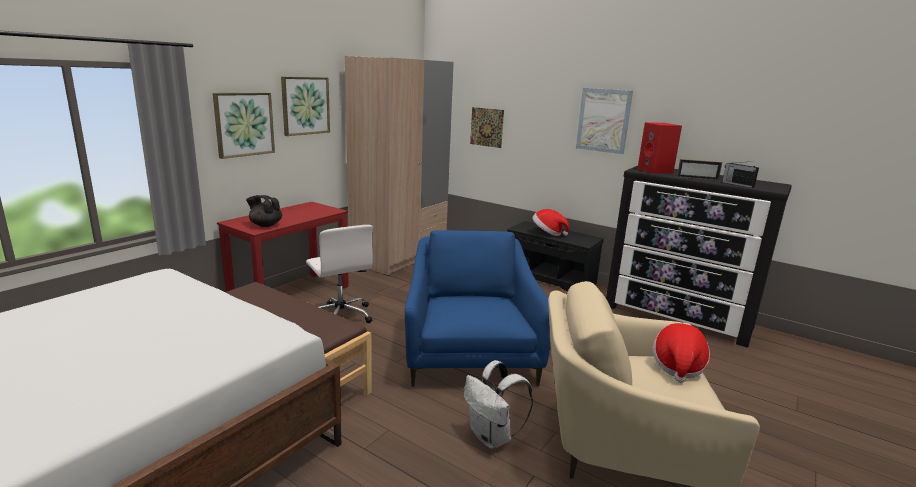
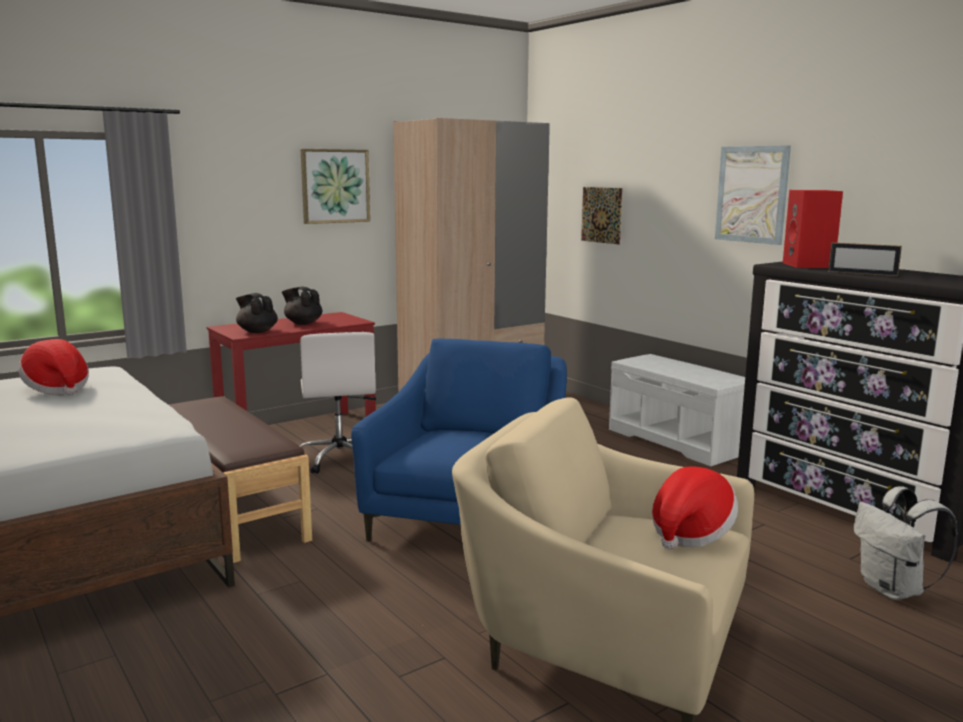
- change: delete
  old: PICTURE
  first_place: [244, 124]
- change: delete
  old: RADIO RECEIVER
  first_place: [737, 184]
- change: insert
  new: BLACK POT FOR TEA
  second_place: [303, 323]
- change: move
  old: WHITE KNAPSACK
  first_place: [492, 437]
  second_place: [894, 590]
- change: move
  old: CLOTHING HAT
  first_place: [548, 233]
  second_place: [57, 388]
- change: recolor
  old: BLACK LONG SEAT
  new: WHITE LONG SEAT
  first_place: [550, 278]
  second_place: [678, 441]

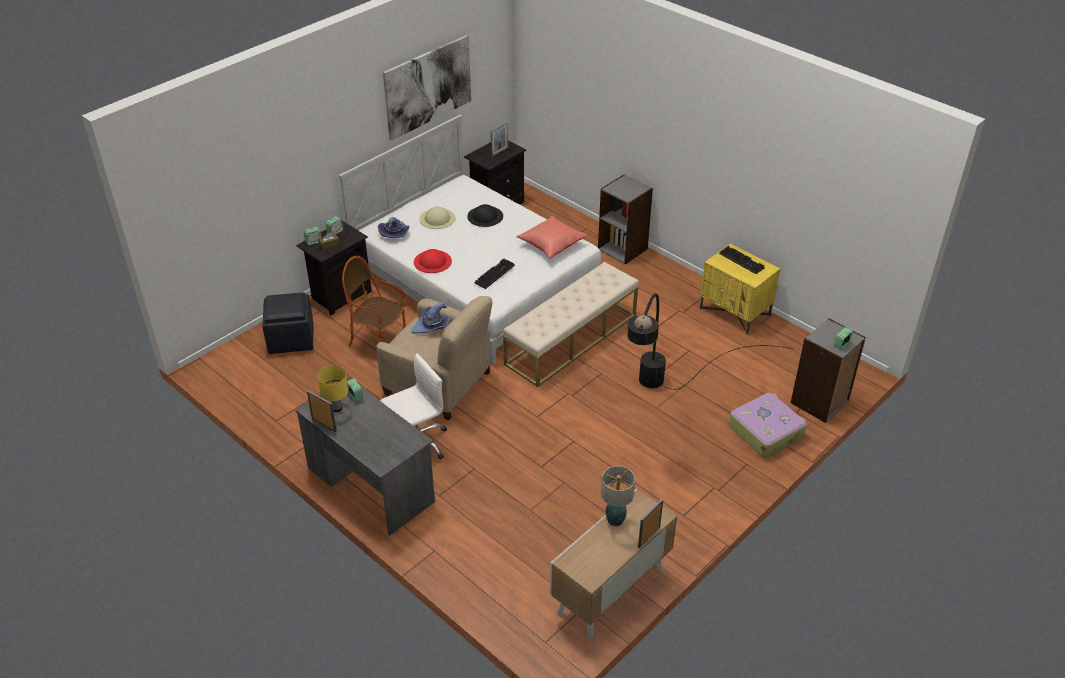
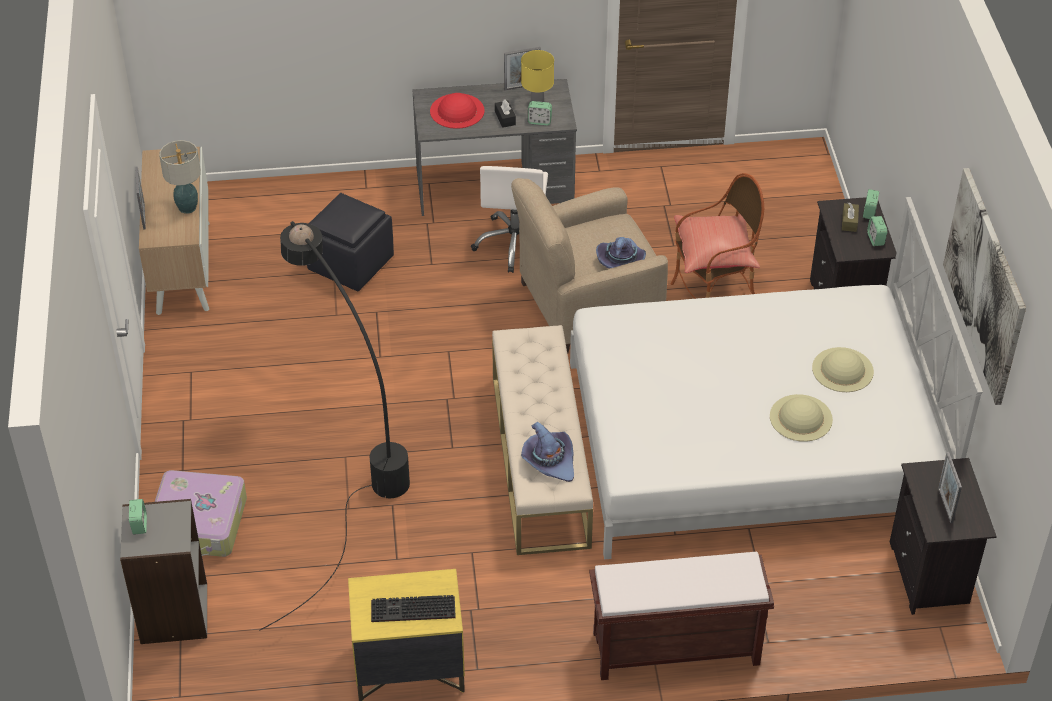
- change: delete
  old: KEYBOARD
  first_place: [494, 274]
- change: insert
  new: BLACK TISSUE BOX
  second_place: [505, 118]
- change: move
  old: BLACK FOOTREST
  first_place: [291, 339]
  second_place: [350, 263]
- change: move
  old: PURPLE CLOTHING HAT
  first_place: [395, 233]
  second_place: [549, 461]
- change: move
  old: RED-COLOURED CLOTHING HAT
  first_place: [432, 261]
  second_place: [457, 111]
- change: move
  old: RED-COLOURED THROW PILLOW
  first_place: [551, 245]
  second_place: [715, 254]
- change: replace
  old: GREYISH SHELVING UNIT
  new: BROWNISH LONG SEAT
  first_place: [623, 249]
  second_place: [674, 649]
- change: recolor
  old: BLACK CLOTHING HAT
  new: BEIGE CLOTHING HAT
  first_place: [485, 216]
  second_place: [800, 417]

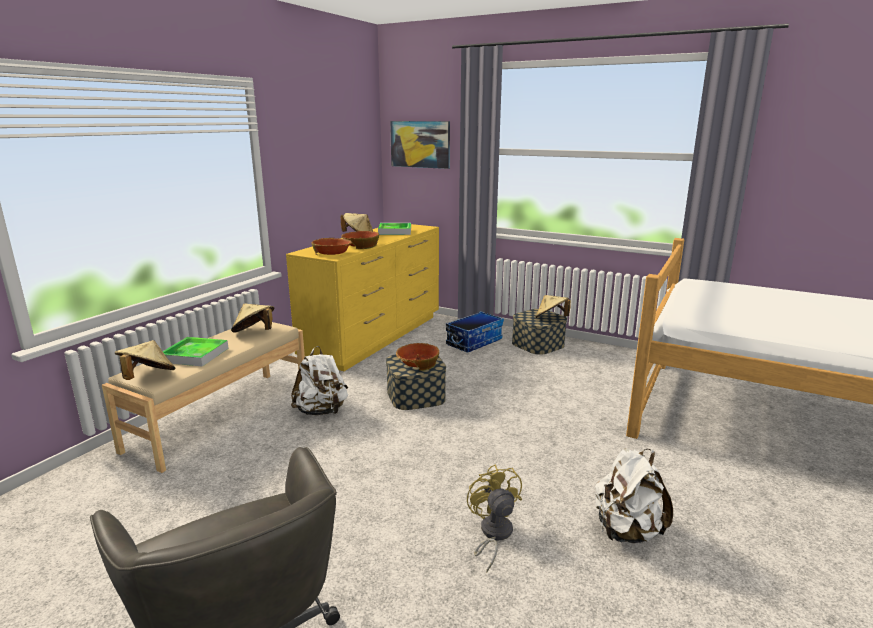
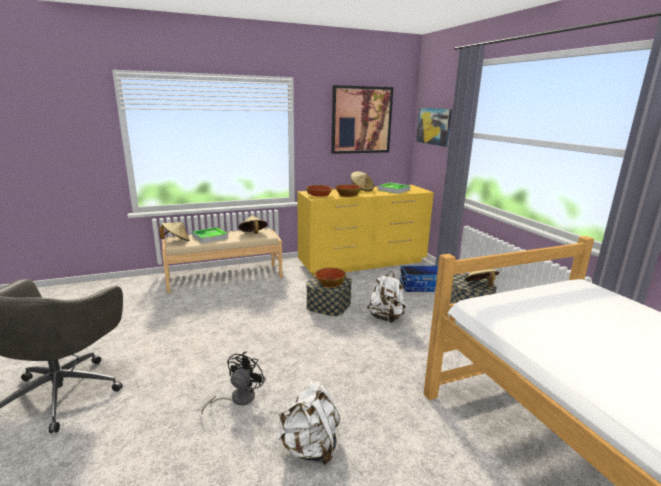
- change: insert
  new: PICTURE
  second_place: [361, 120]
- change: move
  old: WHITE KNAPSACK
  first_place: [322, 411]
  second_place: [386, 318]
- change: recolor
  old: YELLOW-COLOURED FAN
  new: BLACK FAN
  first_place: [493, 534]
  second_place: [237, 399]

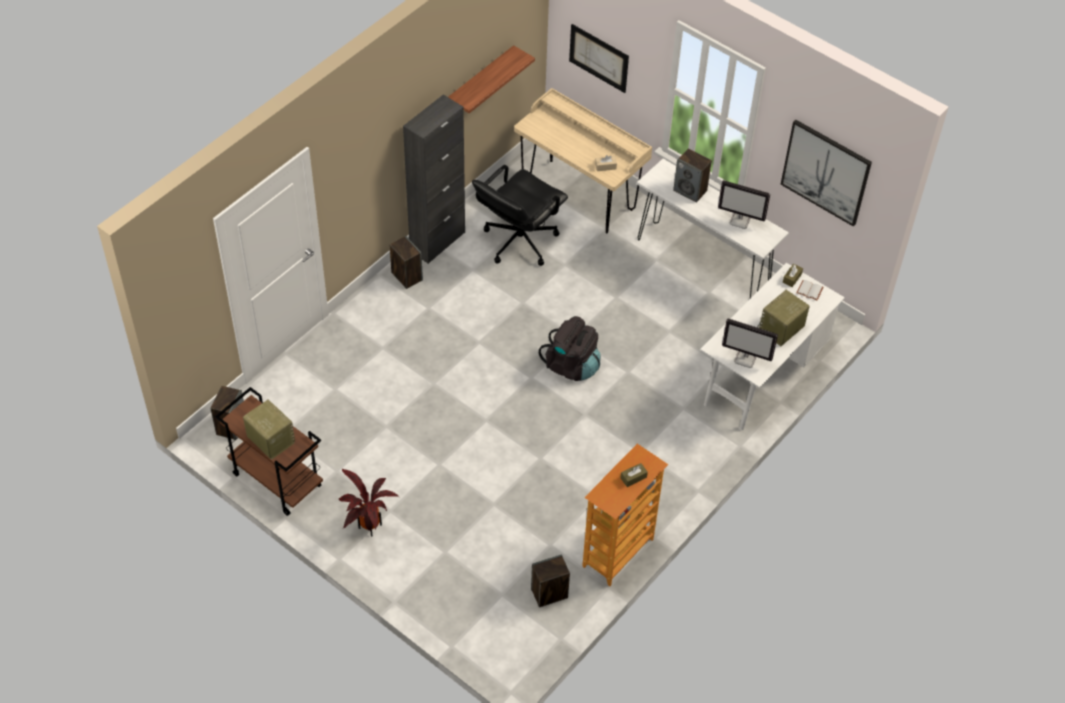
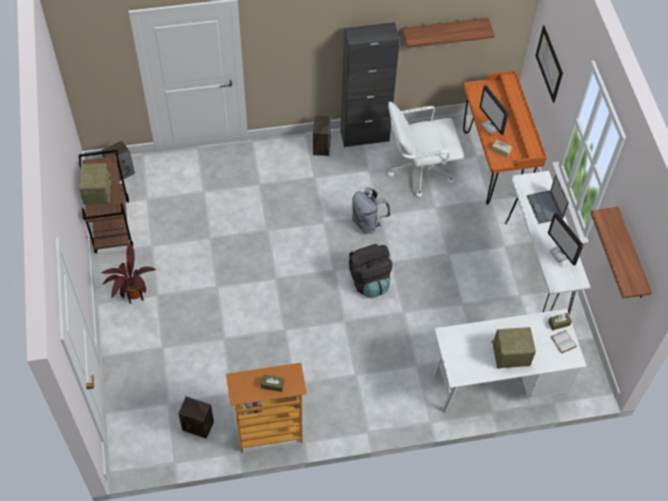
- change: insert
  new: GREYISH KNAPSACK
  second_place: [367, 223]
- change: move
  old: COMPUTER SCREEN
  first_place: [746, 358]
  second_place: [491, 126]
- change: replace
  old: SPEAKER
  new: NOTEBOOK COMPUTER
  first_place: [690, 190]
  second_place: [545, 207]
- change: replace
  old: PICTURE
  new: WALL SHELF
  first_place: [826, 172]
  second_place: [631, 255]
- change: recolor
  old: BLACK OFFICE CHAIR
  new: WHITE OFFICE CHAIR
  first_place: [519, 241]
  second_place: [419, 170]
- change: recolor
  old: BEIGE DESK TABLE
  new: ORANGEY DESK TABLE
  first_place: [578, 196]
  second_place: [493, 165]

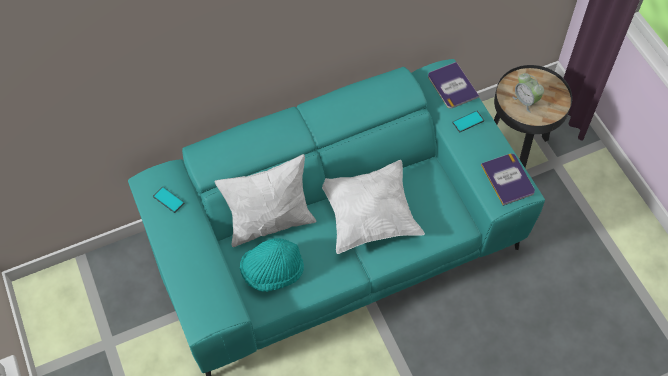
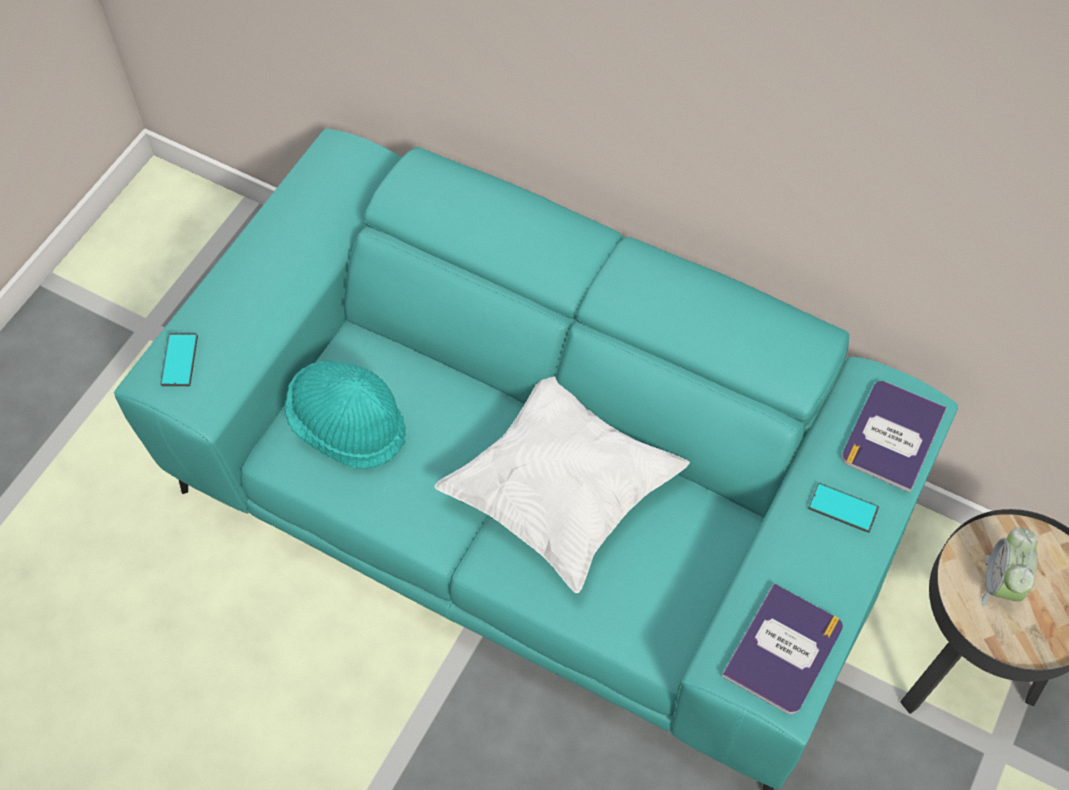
- change: delete
  old: WHITE THROW PILLOW
  first_place: [271, 222]
- change: move
  old: PHONE
  first_place: [168, 200]
  second_place: [179, 360]

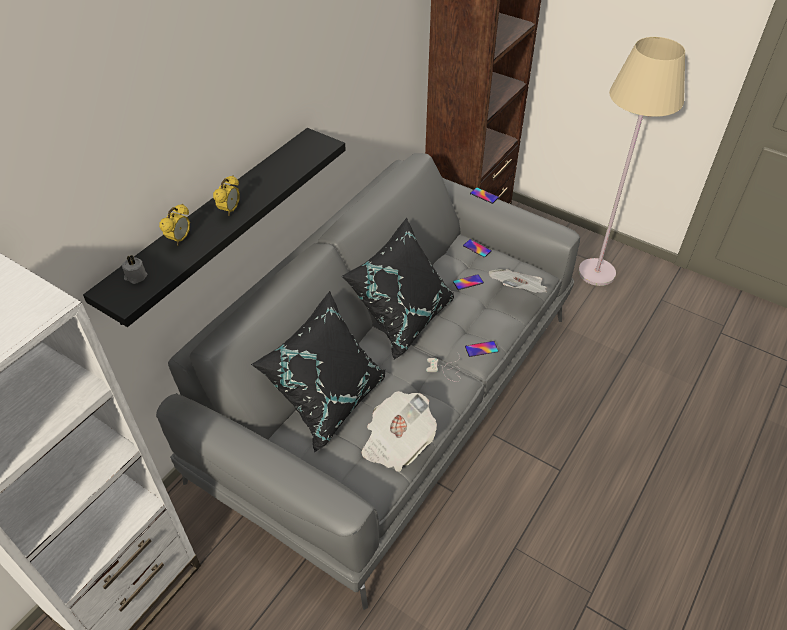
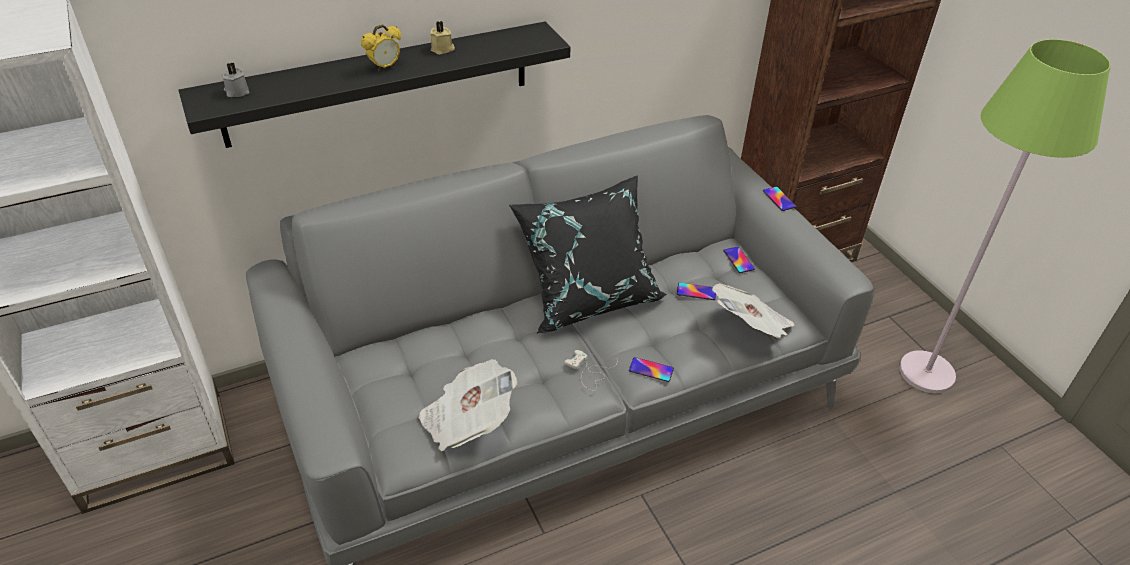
- change: delete
  old: TABLE CLOCK
  first_place: [180, 239]
- change: delete
  old: BLACK THROW PILLOW
  first_place: [328, 398]
- change: insert
  new: BEIGE WAX LIGHT
  second_place: [443, 49]
- change: recolor
  old: BEIGE FLOOR LAMP
  new: GREEN FLOOR LAMP
  first_place: [596, 272]
  second_place: [926, 372]

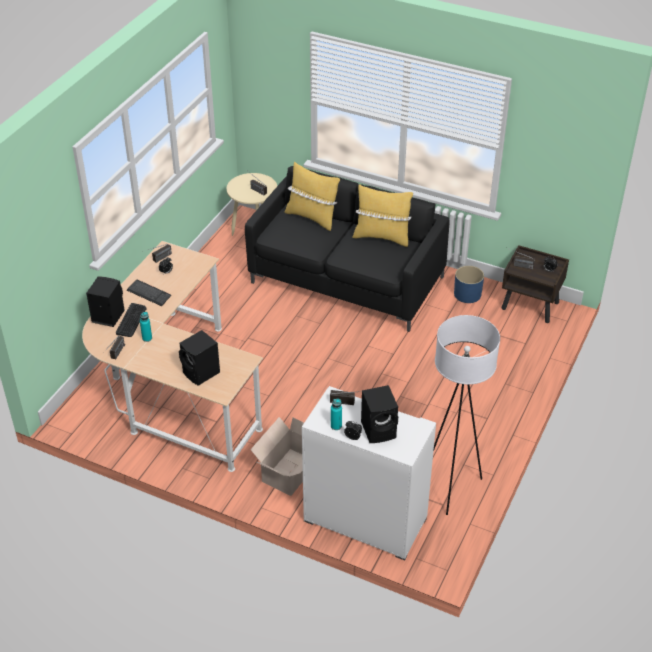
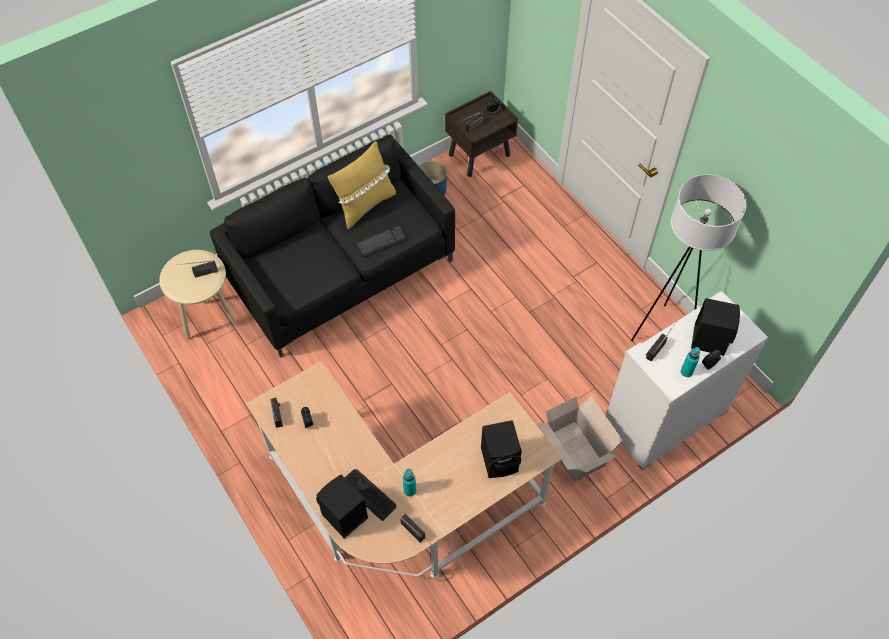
- change: delete
  old: YELLOW-COLOURED THROW PILLOW
  first_place: [312, 217]
- change: move
  old: KEYBOARD
  first_place: [149, 293]
  second_place: [381, 241]

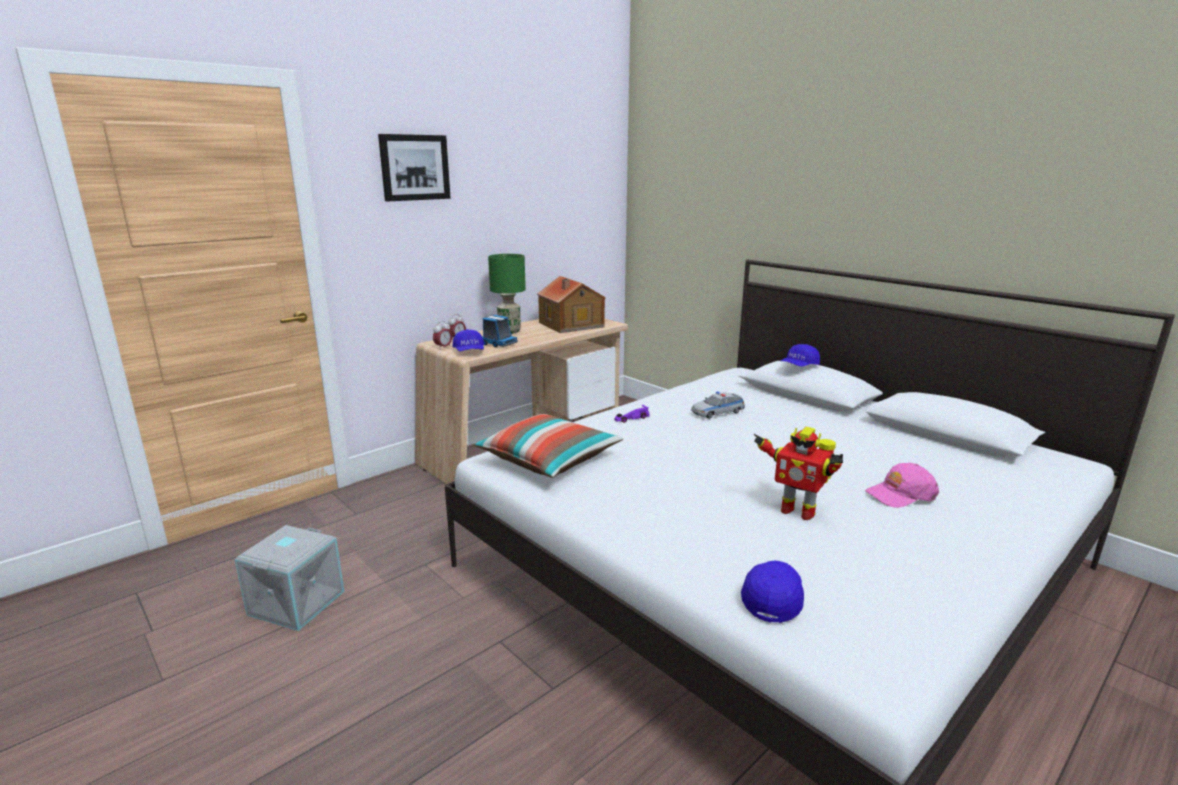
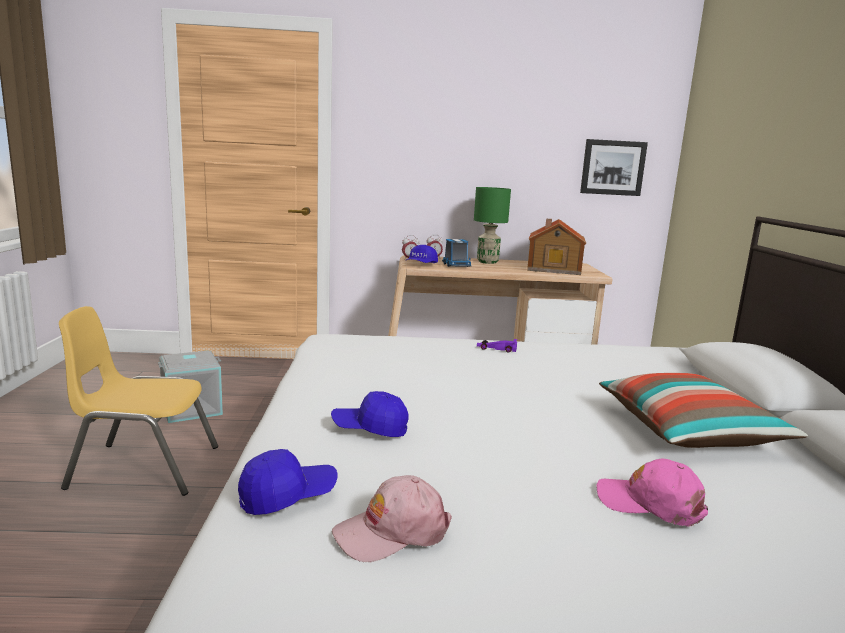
- change: delete
  old: TOY CAR
  first_place: [717, 412]
- change: delete
  old: MODEL ROBOT
  first_place: [797, 510]
- change: insert
  new: YELLOW-COLOURED UPRIGHT CHAIR
  second_place: [144, 467]
- change: insert
  new: PINKISH BASEBALL CAP
  second_place: [392, 531]
- change: move
  old: PICTURE
  first_place: [414, 167]
  second_place: [612, 167]
- change: move
  old: THROW PILLOW
  first_place: [548, 460]
  second_place: [688, 431]
- change: move
  old: BLUE BASEBALL CAP
  first_place: [799, 366]
  second_place: [370, 429]

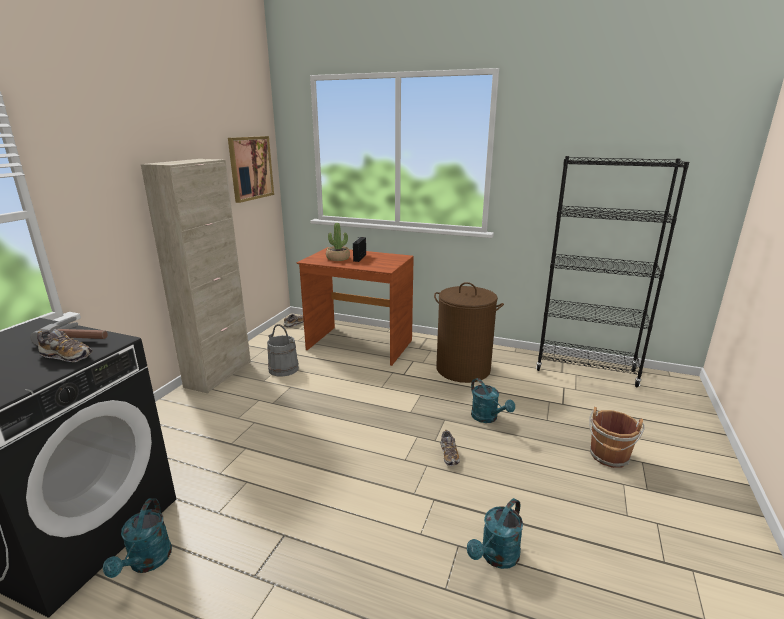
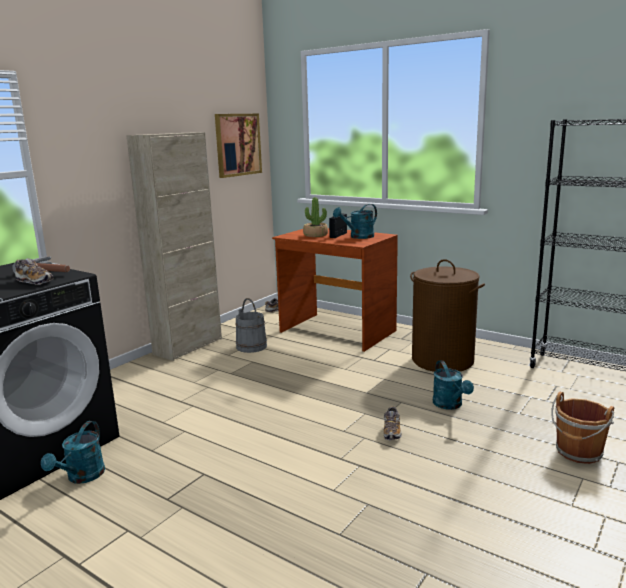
- change: move
  old: BLUE-GREEN WATERING CAN
  first_place: [496, 557]
  second_place: [358, 237]

